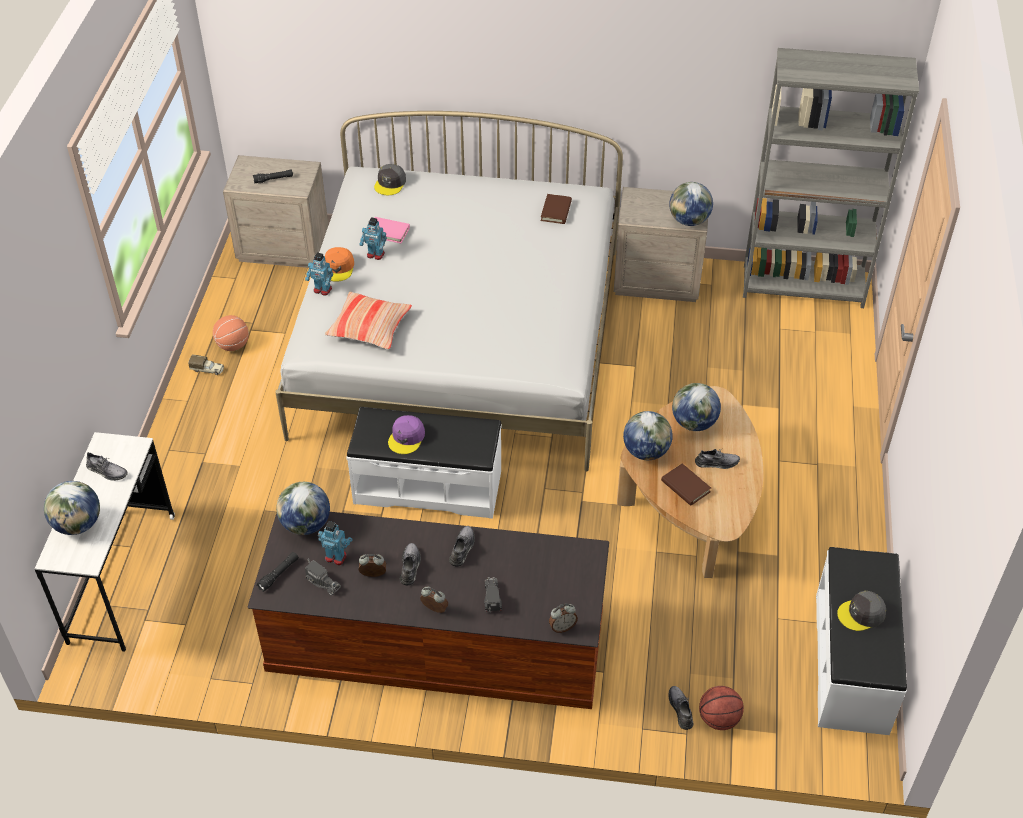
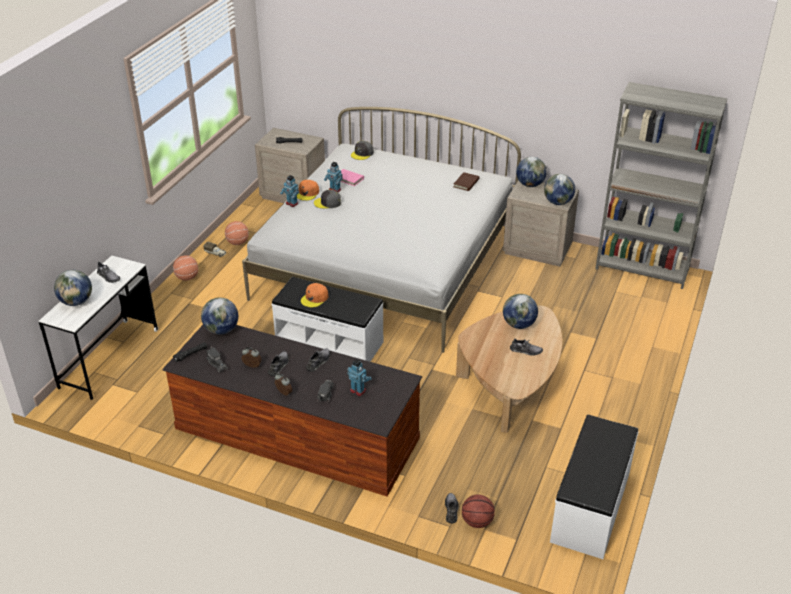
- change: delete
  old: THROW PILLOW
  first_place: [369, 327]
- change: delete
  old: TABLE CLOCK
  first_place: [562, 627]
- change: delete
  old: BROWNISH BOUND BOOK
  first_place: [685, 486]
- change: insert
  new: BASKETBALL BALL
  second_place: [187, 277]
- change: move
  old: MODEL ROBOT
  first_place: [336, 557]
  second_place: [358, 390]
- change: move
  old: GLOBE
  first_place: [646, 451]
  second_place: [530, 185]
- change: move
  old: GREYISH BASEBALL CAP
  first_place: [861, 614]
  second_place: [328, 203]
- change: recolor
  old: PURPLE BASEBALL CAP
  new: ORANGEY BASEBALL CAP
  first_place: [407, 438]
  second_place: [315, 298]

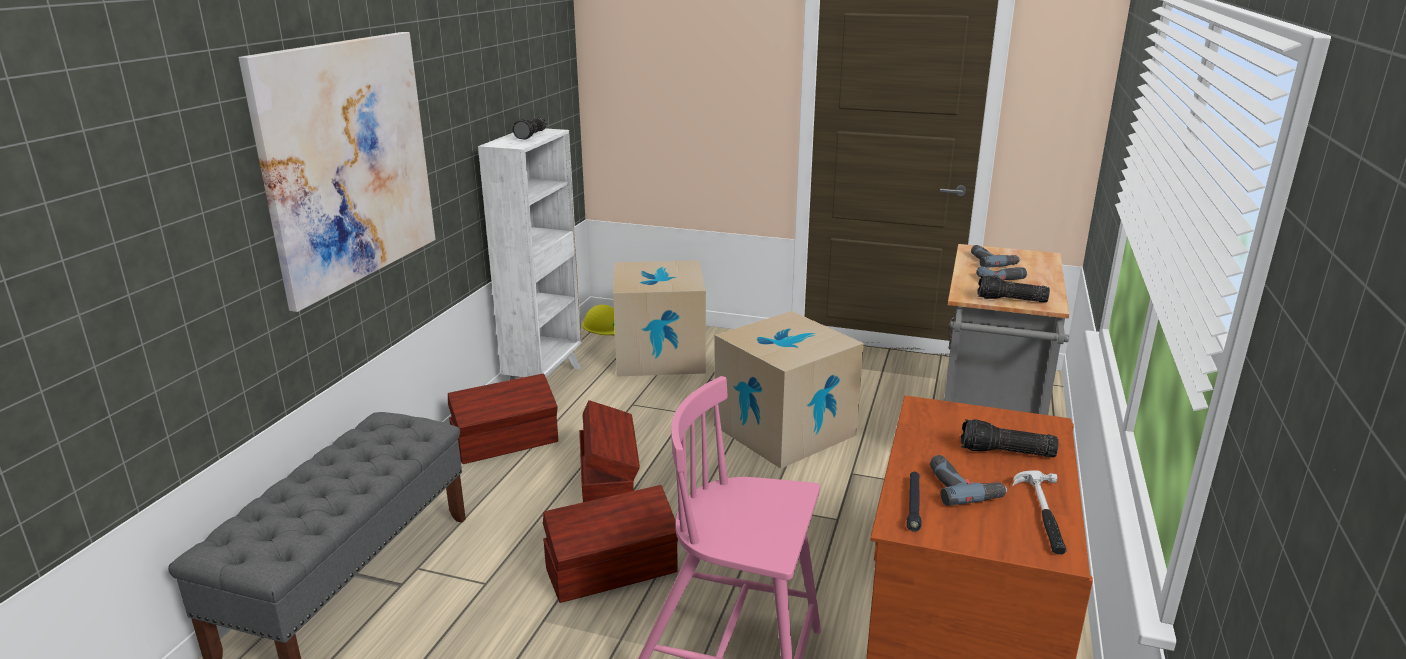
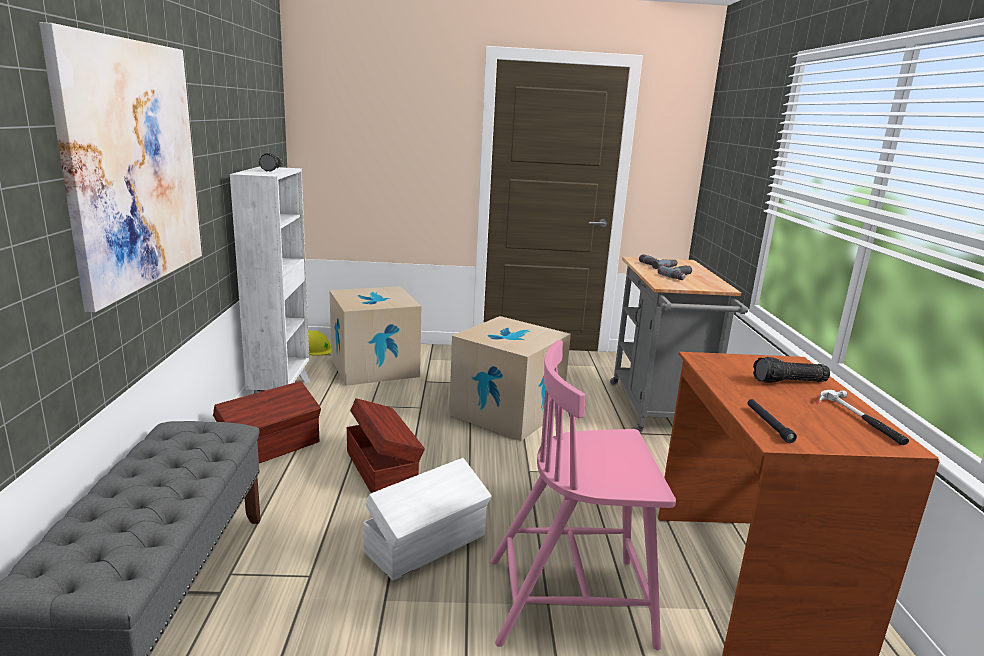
- change: delete
  old: POWER DRILL
  first_place: [962, 486]
- change: delete
  old: HAND TORCH
  first_place: [1011, 300]
- change: recolor
  old: BROWNISH STORAGE BOX
  new: WHITE STORAGE BOX
  first_place: [613, 571]
  second_place: [427, 544]

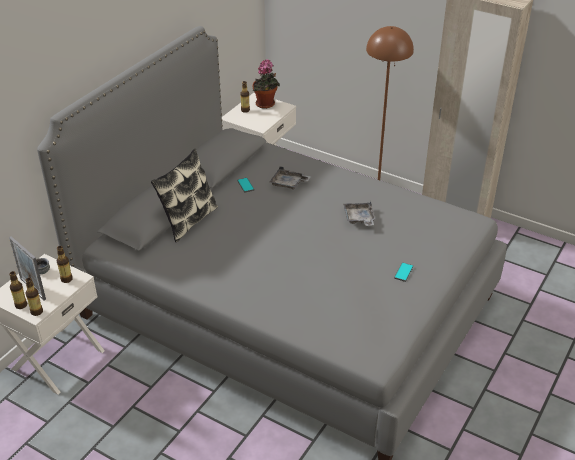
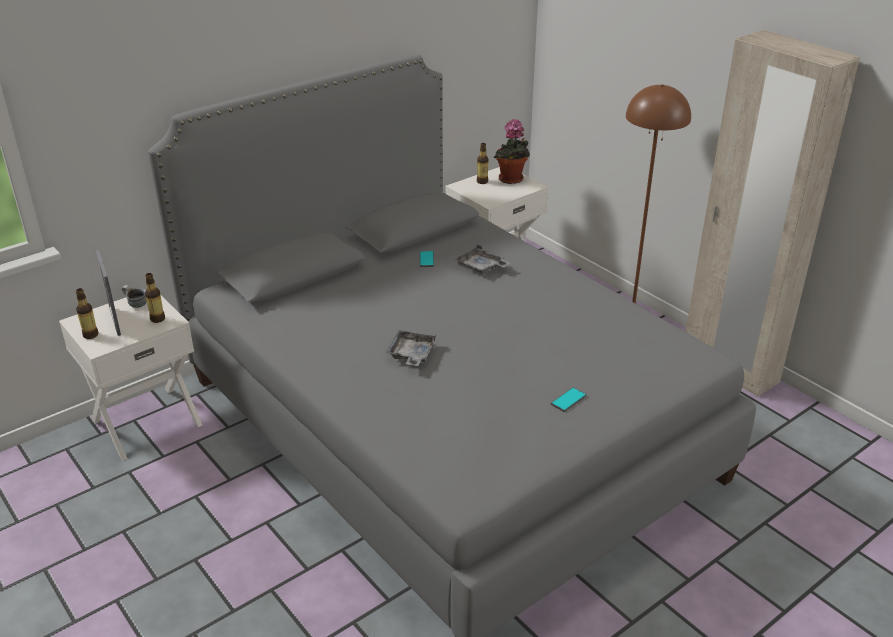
- change: delete
  old: BEVERAGE BOTTLE
  first_place: [37, 312]
- change: delete
  old: THROW PILLOW
  first_place: [188, 220]
- change: move
  old: GREYISH SERVING TRAY
  first_place: [359, 218]
  second_place: [411, 354]

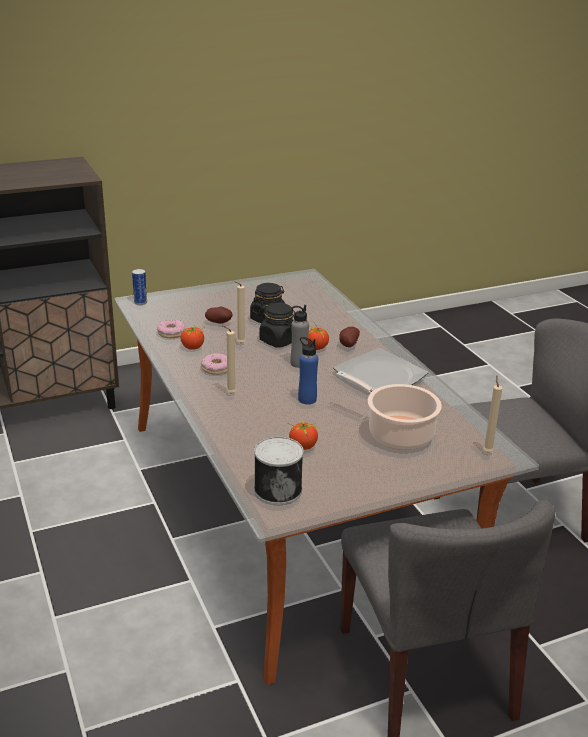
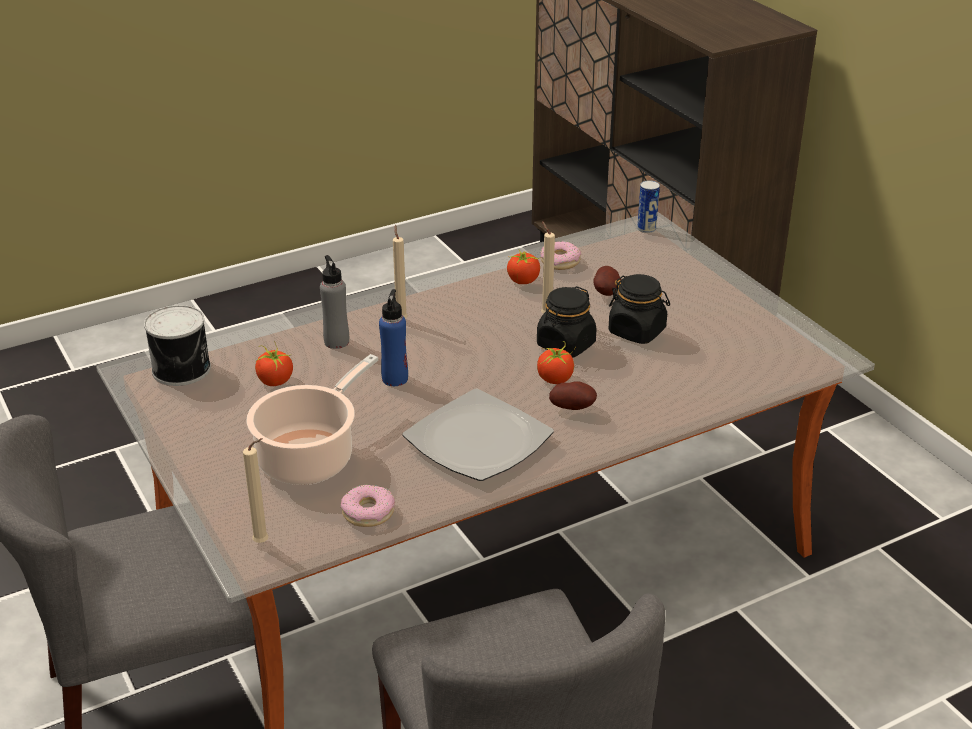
- change: move
  old: RING DOUGHNUT
  first_place: [216, 368]
  second_place: [368, 512]
- change: move
  old: GREYISH BEVERAGE BOTTLE
  first_place: [298, 363]
  second_place: [336, 341]

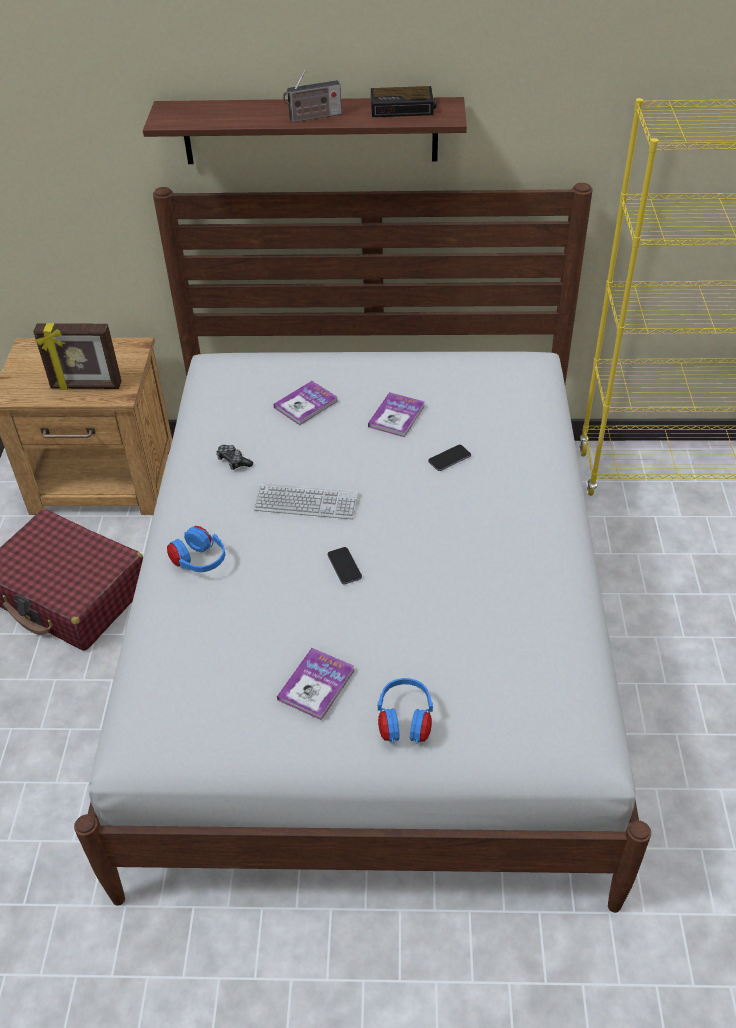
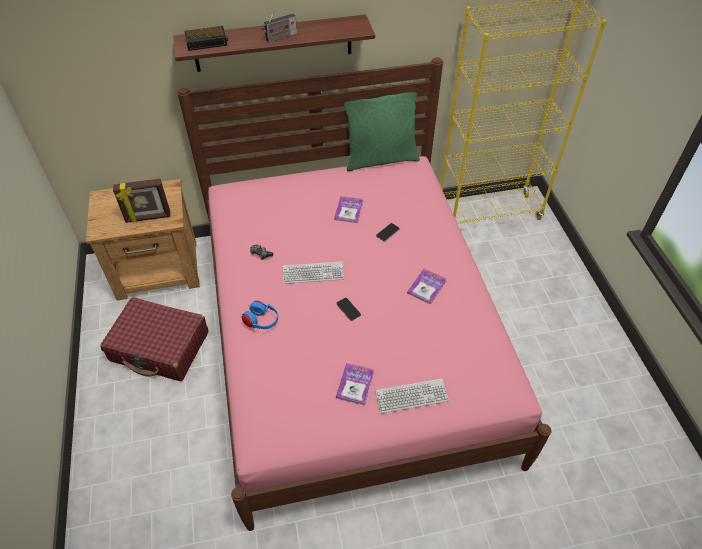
- change: insert
  new: GREEN THROW PILLOW
  second_place: [380, 158]
- change: move
  old: BOUND BOOK
  first_place: [306, 404]
  second_place: [427, 287]
- change: move
  old: TABLE CLOCK
  first_place: [403, 108]
  second_place: [207, 41]
- change: replace
  old: BLUE PAIR OF HEADPHONES
  new: KEYBOARD
  first_place: [405, 722]
  second_place: [411, 396]
- change: recolor
  old: WHITE SLEEPING BED
  new: PINKISH SLEEPING BED
  first_place: [372, 635]
  second_place: [351, 339]

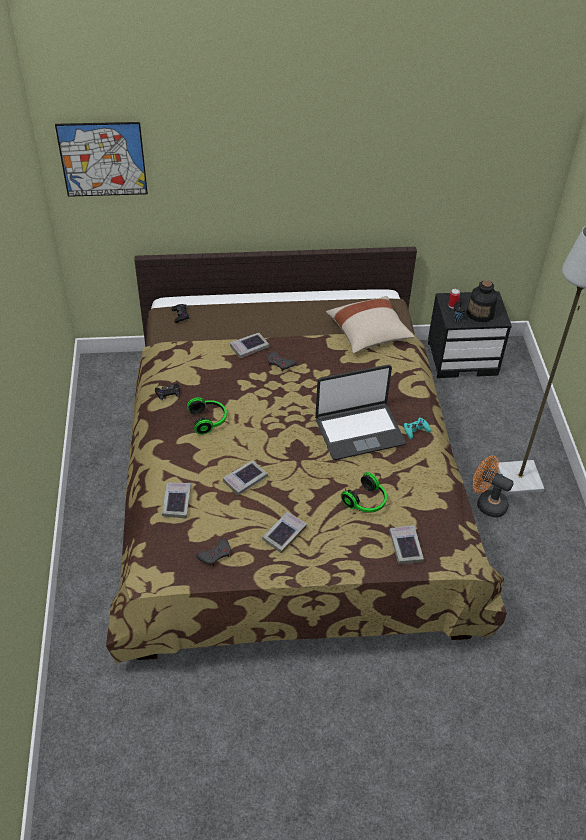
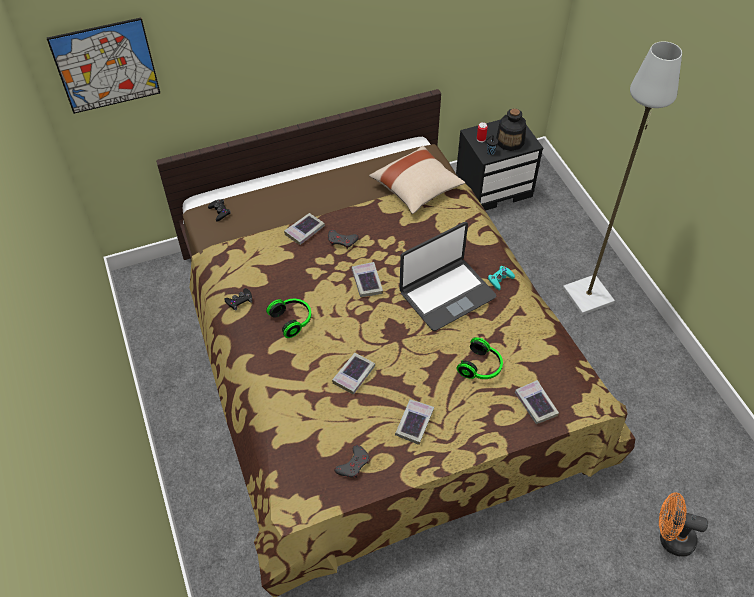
- change: move
  old: BOUND BOOK
  first_place: [176, 502]
  second_place: [367, 282]
- change: move
  old: ORANGEY FAN
  first_place: [487, 503]
  second_place: [670, 538]

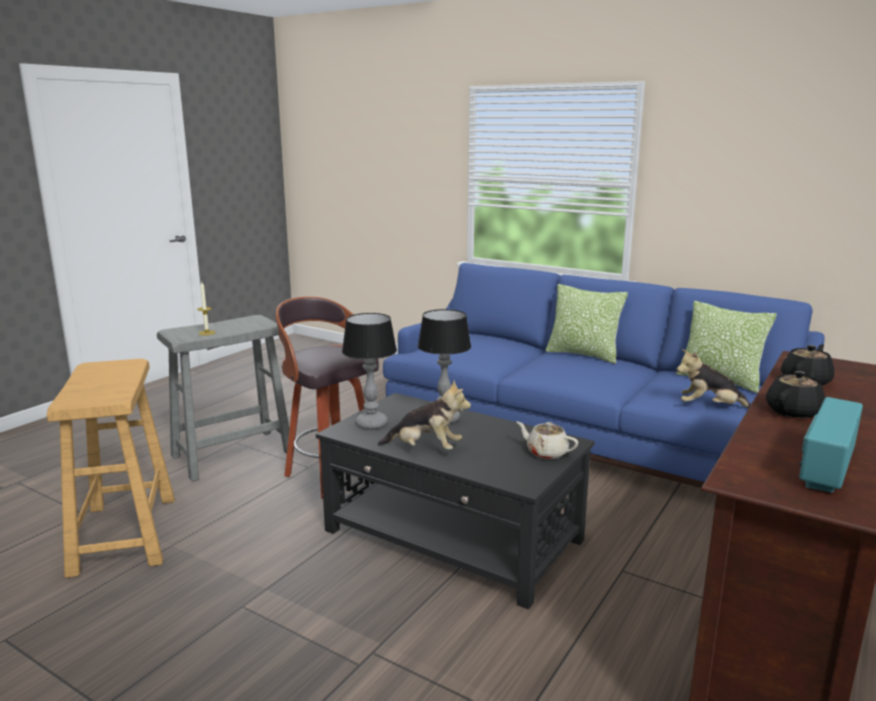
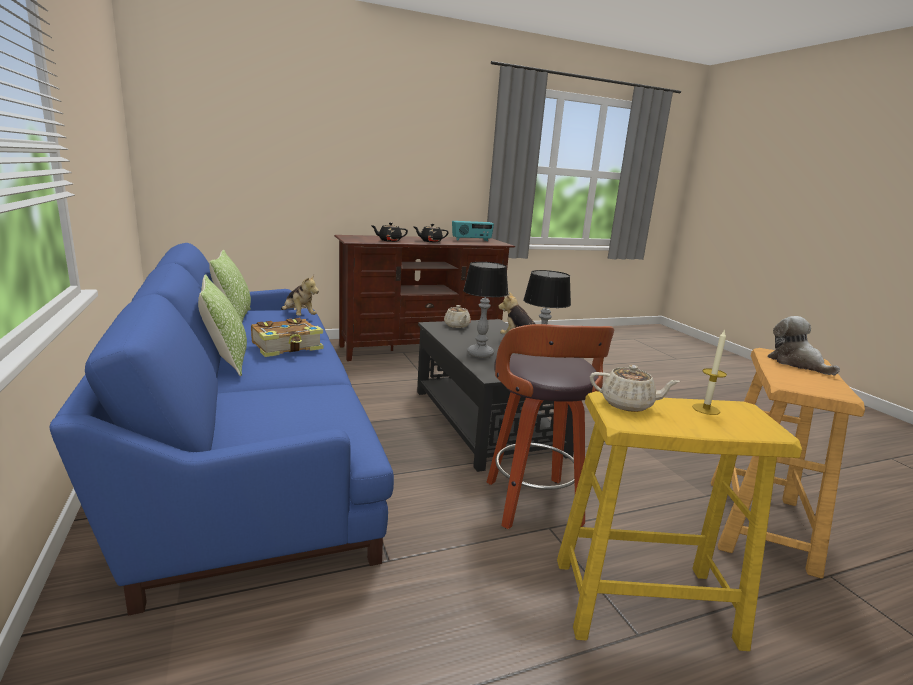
- change: insert
  new: BOUND BOOK
  second_place: [288, 347]
- change: insert
  new: BEIGE POT FOR TEA
  second_place: [628, 404]
- change: insert
  new: SOFT TOY
  second_place: [797, 363]
- change: recolor
  old: GREYISH SITTING STOOL
  new: YELLOW-COLOURED SITTING STOOL
  first_place: [233, 454]
  second_place: [643, 601]

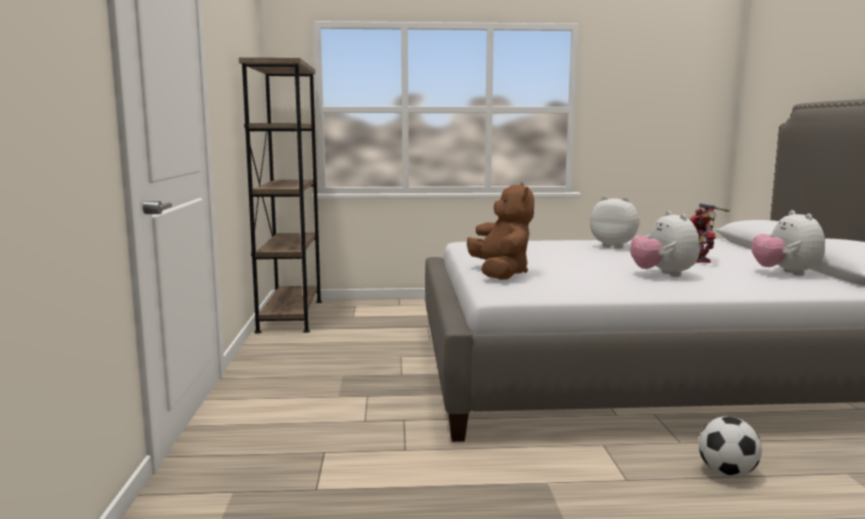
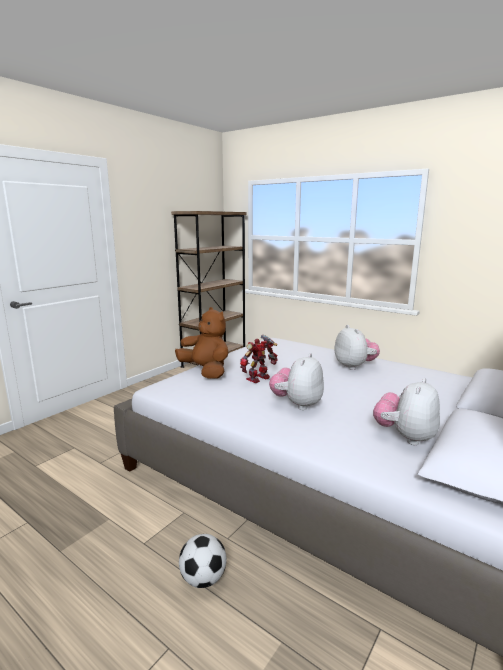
- change: move
  old: MODEL ROBOT
  first_place: [700, 260]
  second_place: [259, 379]
- change: rotate
  old: BROWNISH SOFT TOY
  first_place: [500, 274]
  second_place: [206, 371]
  degrees: -75

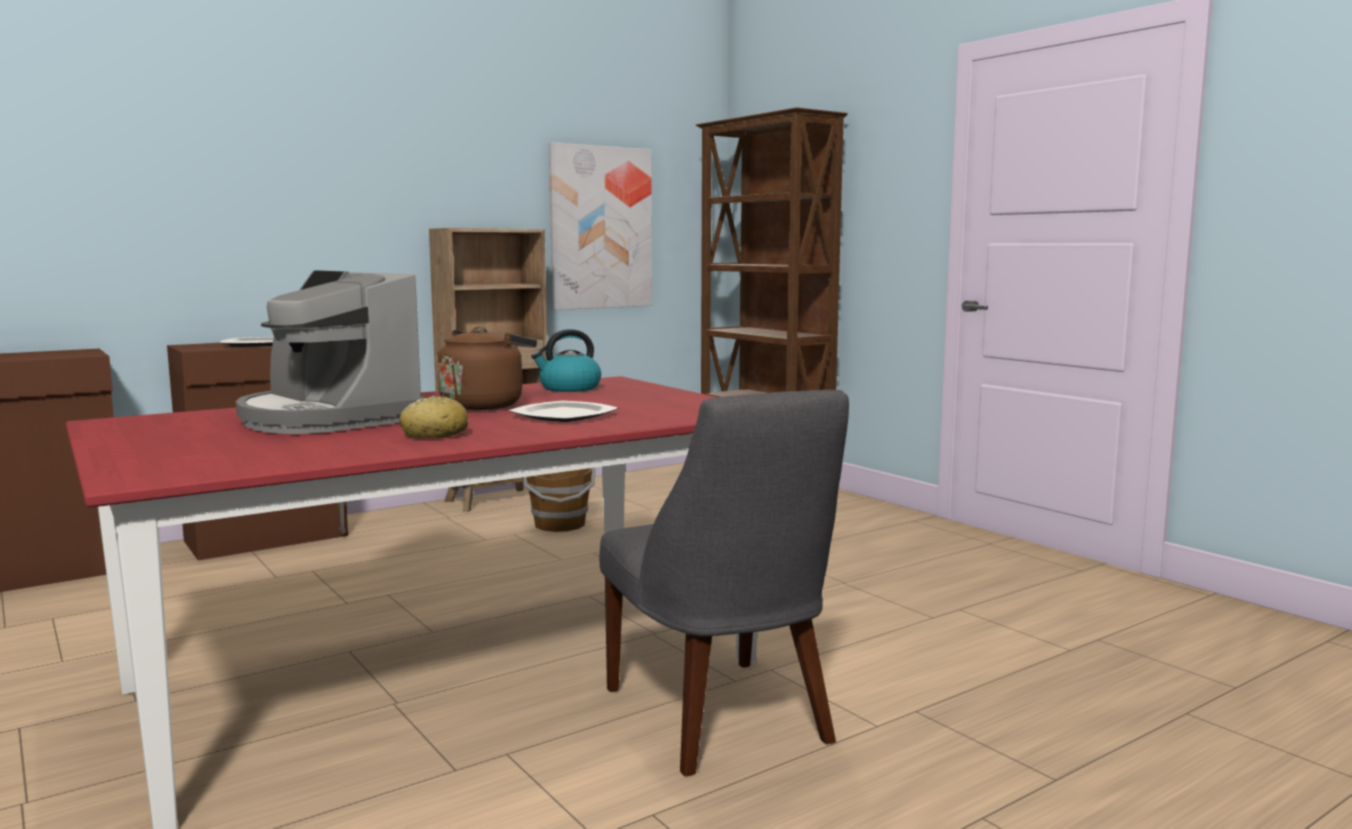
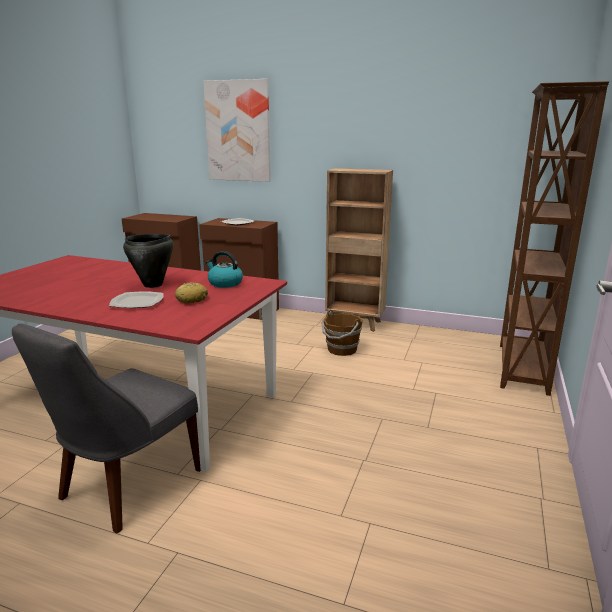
- change: delete
  old: COFFEE MAKER
  first_place: [327, 419]
- change: move
  old: BREAD
  first_place: [434, 434]
  second_place: [192, 299]
- change: move
  old: PICTURE
  first_place: [600, 228]
  second_place: [238, 131]
- change: replace
  old: BROWNISH KETTLE
  new: BLACK COOKING POT
  first_place: [485, 405]
  second_place: [153, 285]

